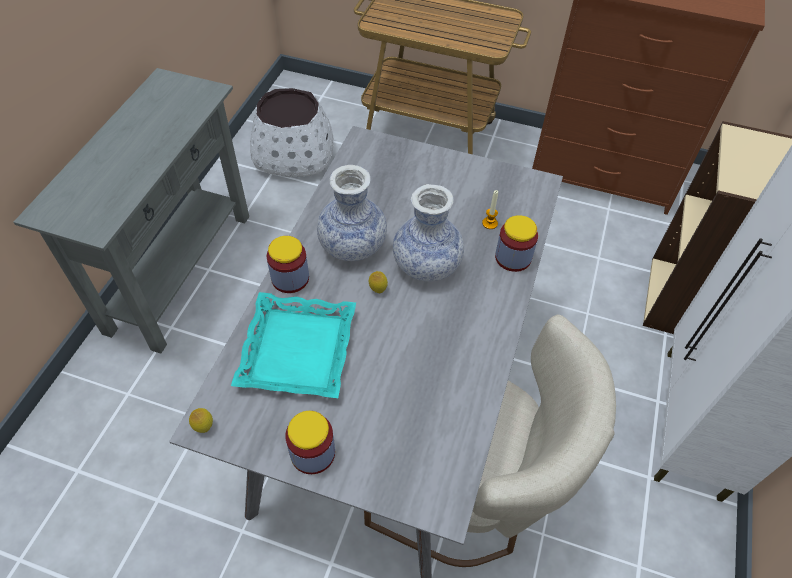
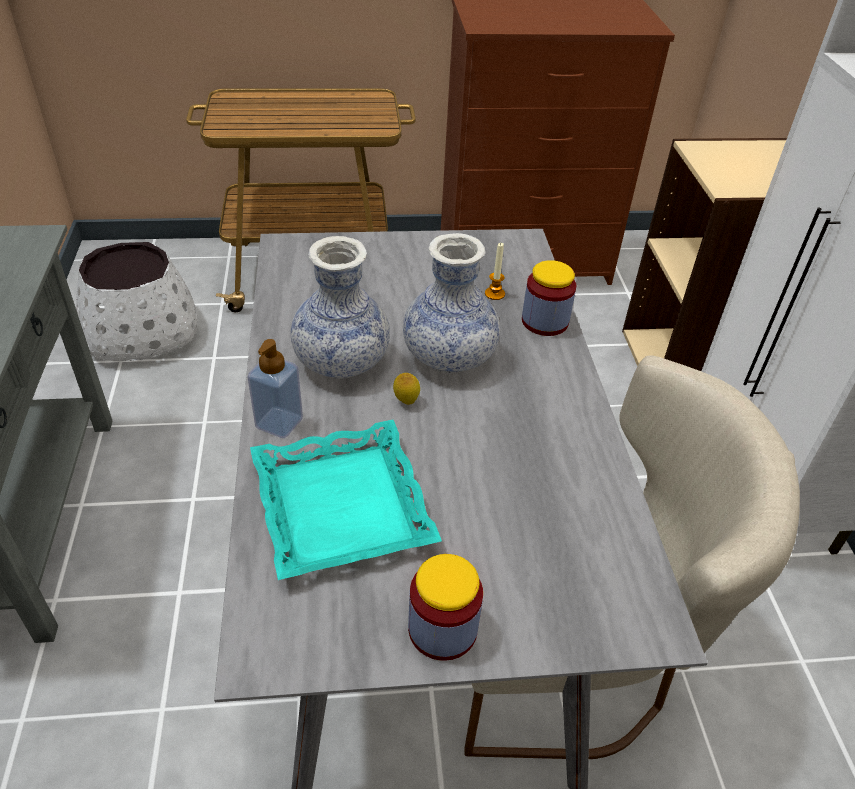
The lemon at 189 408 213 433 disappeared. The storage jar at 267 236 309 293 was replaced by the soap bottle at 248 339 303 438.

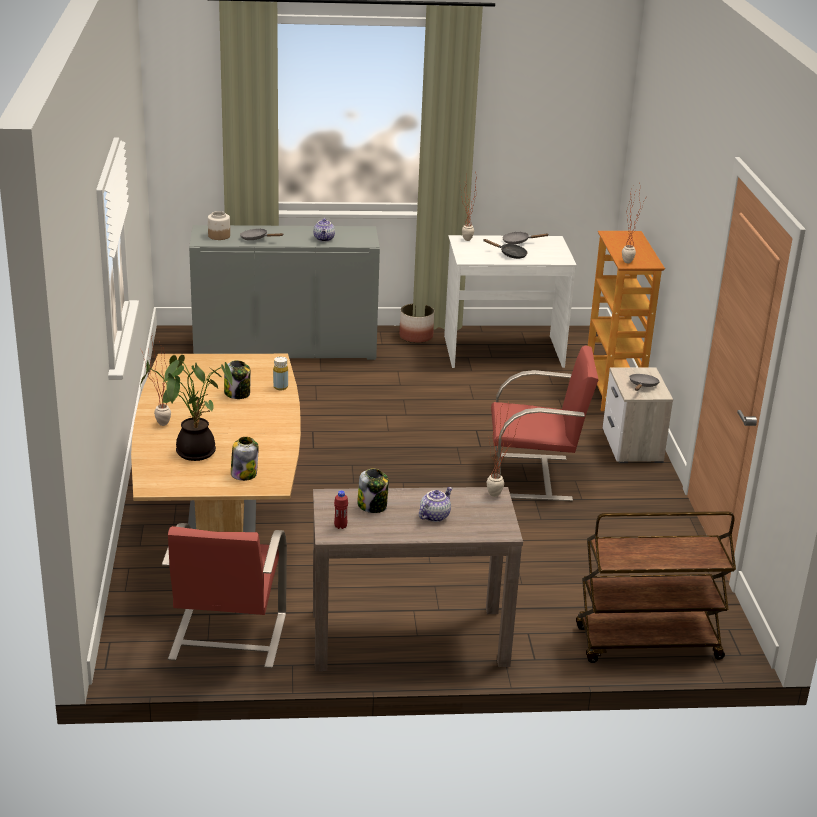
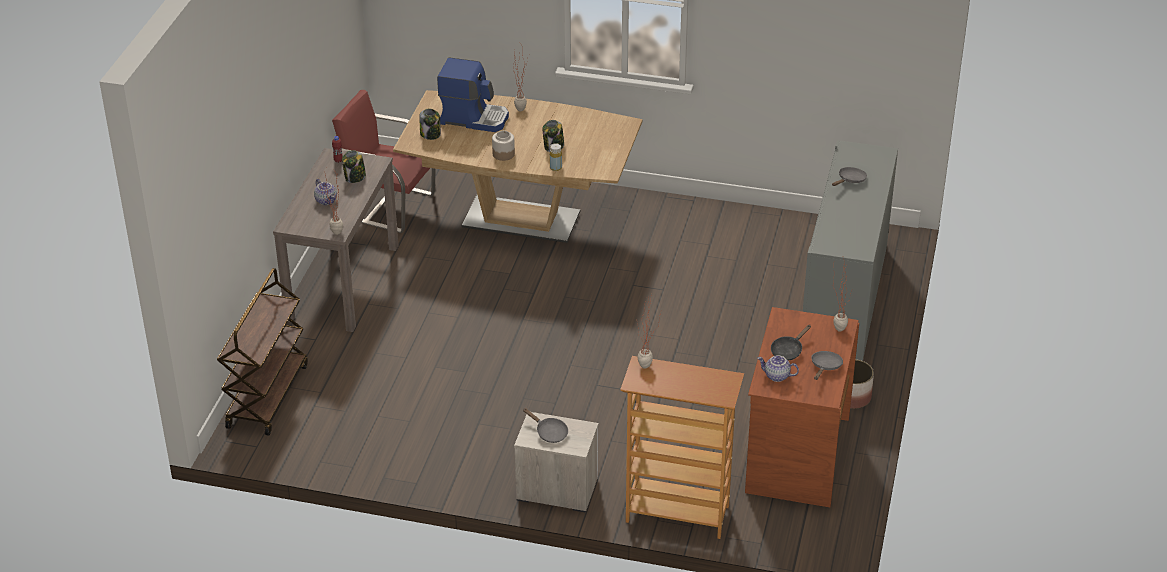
The plant in a pot at 140 355 233 461 was replaced by the coffee brewer at 437 57 509 132. The storage jar moved from 208 211 230 240 to 492 131 515 161. The teapot moved from 313 218 335 242 to 758 355 799 382. The desk table in white at 444 235 577 368 became the desk table in brown-coloured at 745 307 859 507. The plain chair in reddish at 491 345 599 501 disappeared.

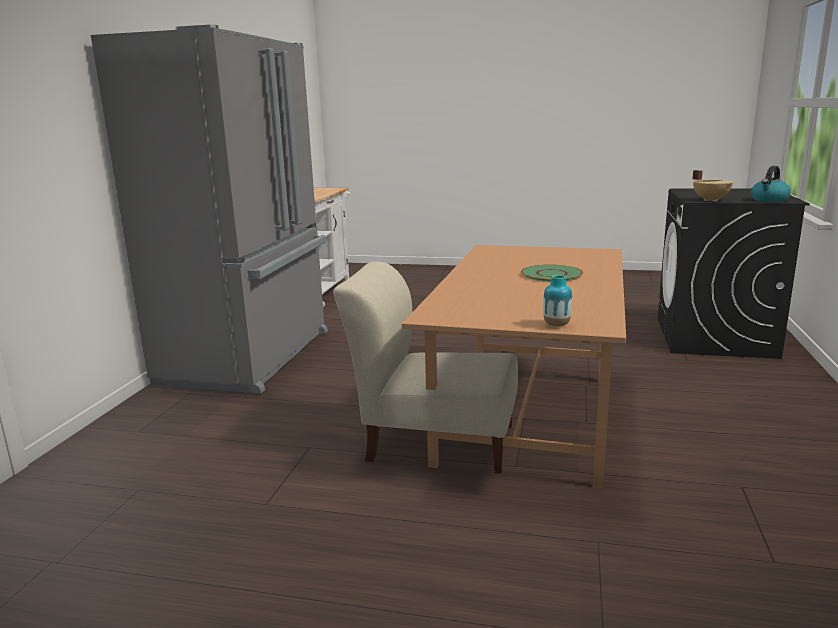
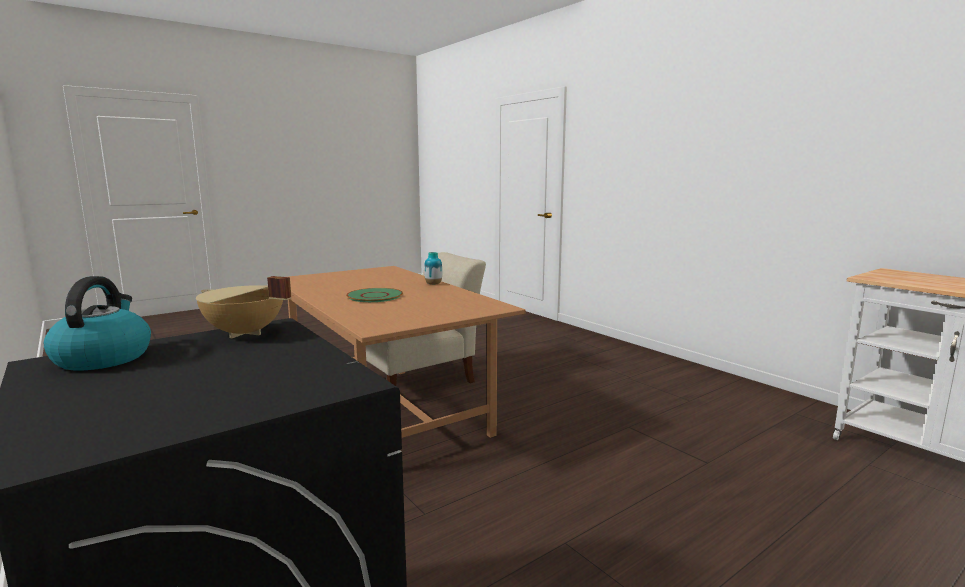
The kitchen fridge in grey at 91 25 328 393 disappeared. The flower vase moved from 543 275 572 327 to 424 252 442 285.

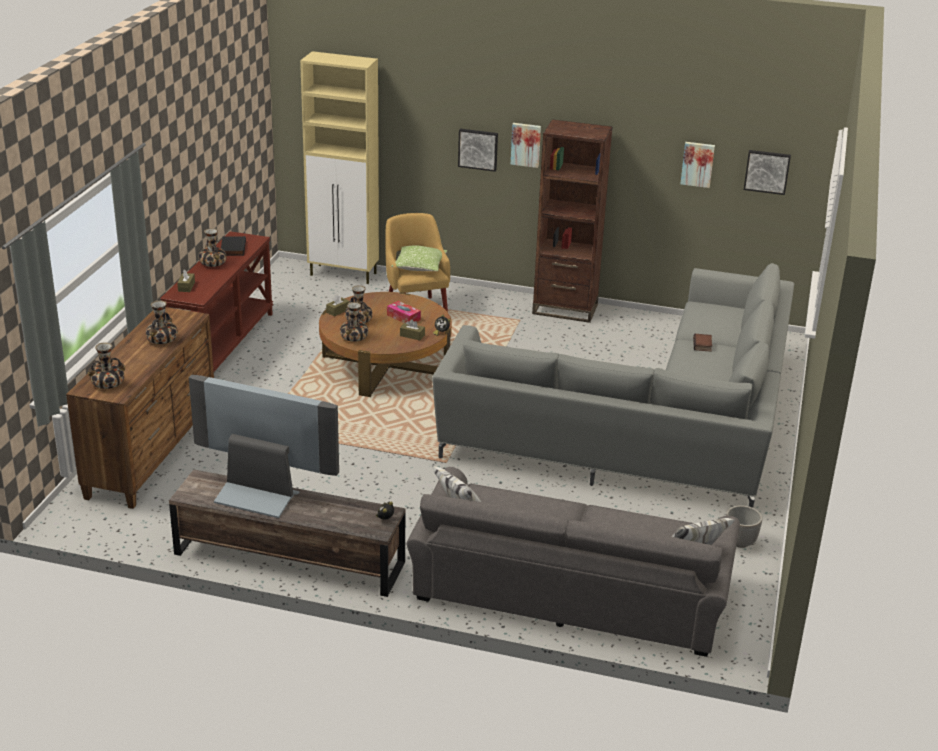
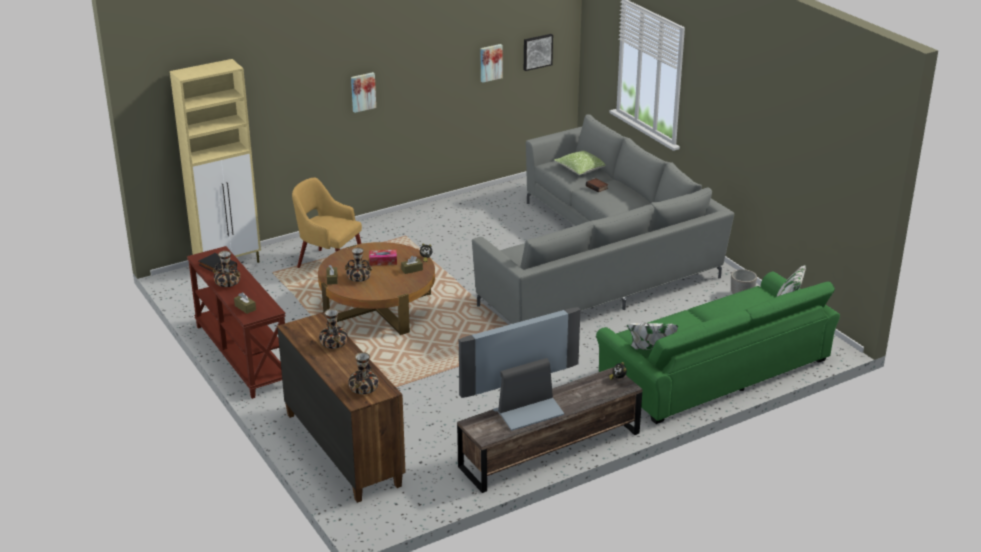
The flower vase at 340 302 368 342 disappeared. The cushion moved from 391 245 447 271 to 554 150 605 175. The couch in grey at 406 466 740 657 became the couch in green at 596 265 840 424. The wall picture at 458 129 498 172 disappeared. The bookcase in brown-coloured at 532 119 613 323 disappeared.

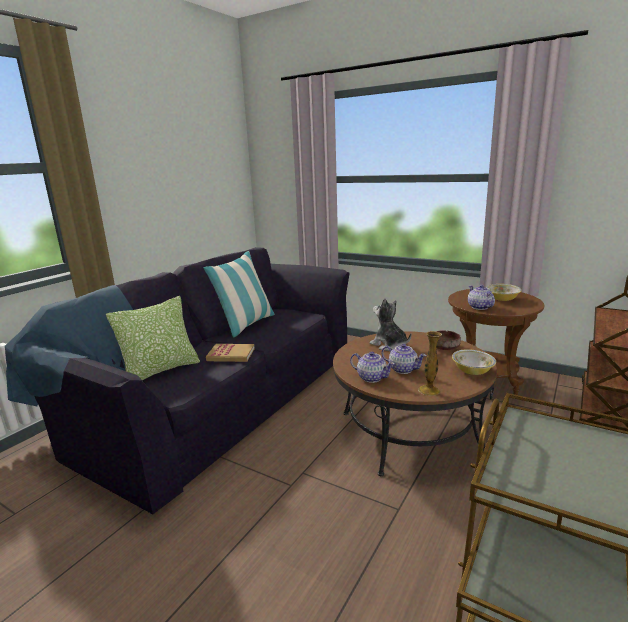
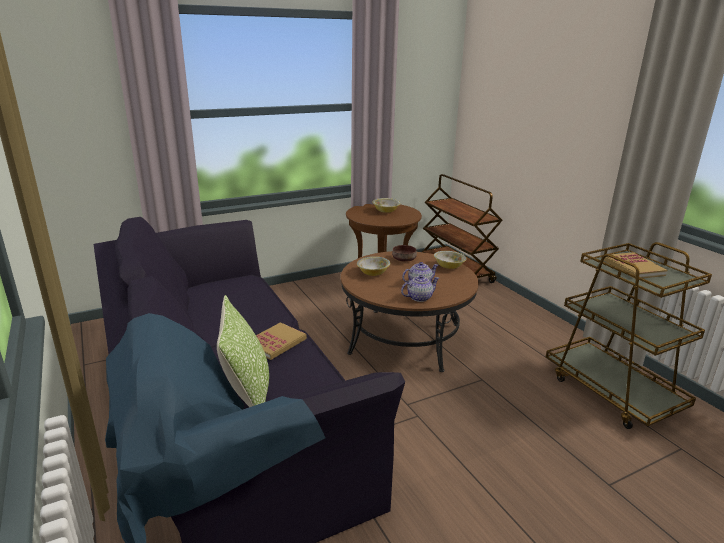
The cushion at 203 251 275 338 disappeared. The plush toy at 370 298 411 351 was replaced by the serving bowl at 357 256 390 276. The flower vase at 418 331 442 396 disappeared. The teapot at 468 285 495 310 disappeared. The bound book at 604 252 667 279 appeared.

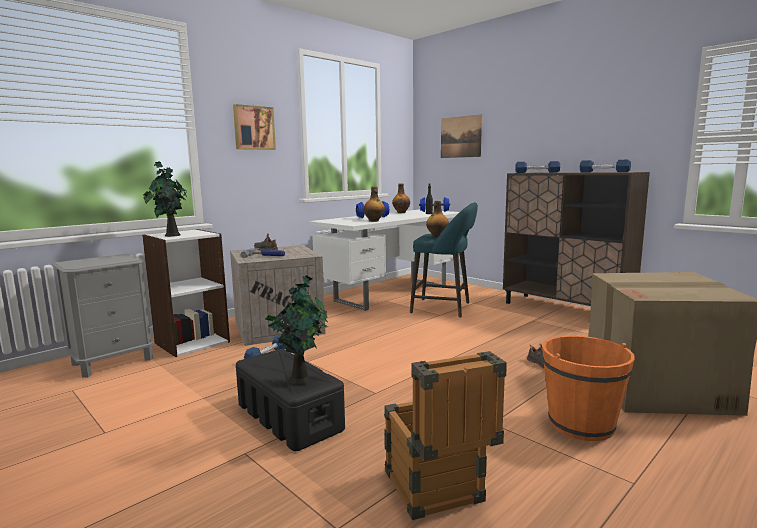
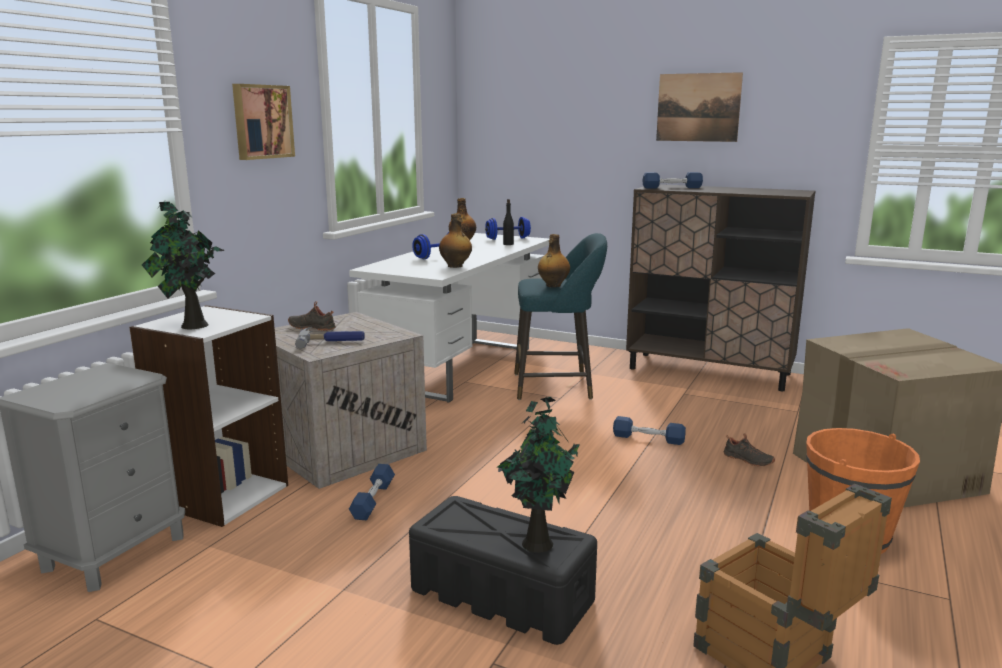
The wall picture moved from 441 114 483 158 to 656 72 743 142. The free weight in blue moved from 580 160 631 173 to 613 416 686 445.

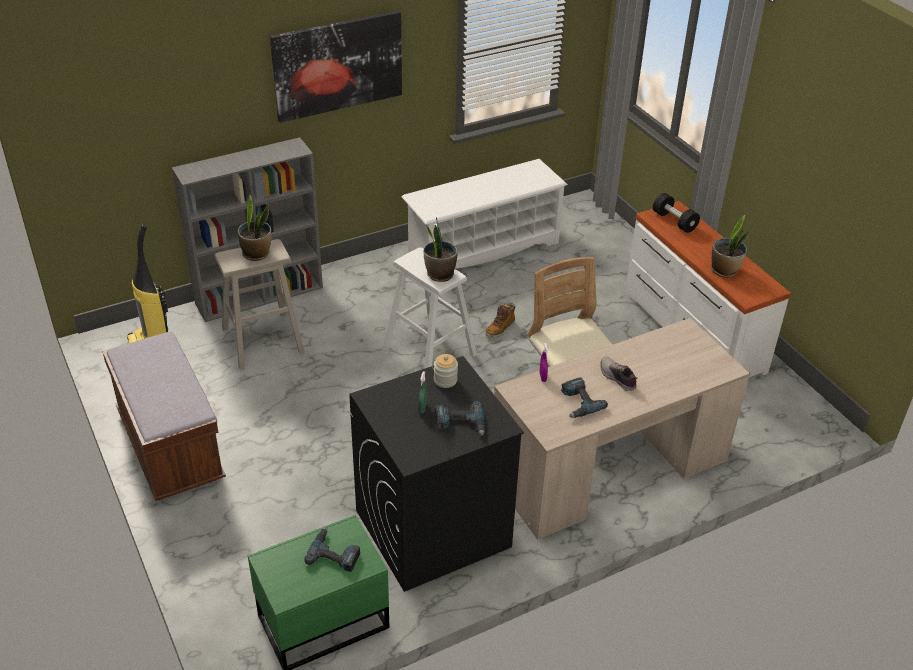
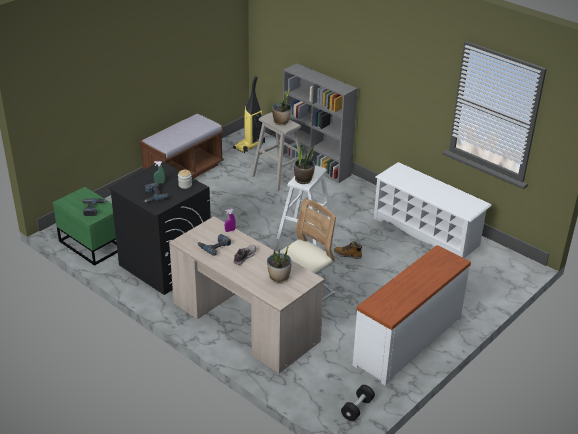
The wall picture at 270 11 402 123 disappeared. The free weight in blackish moved from 653 193 700 233 to 341 385 375 421. The plant in a pot moved from 711 215 750 277 to 267 245 292 283.

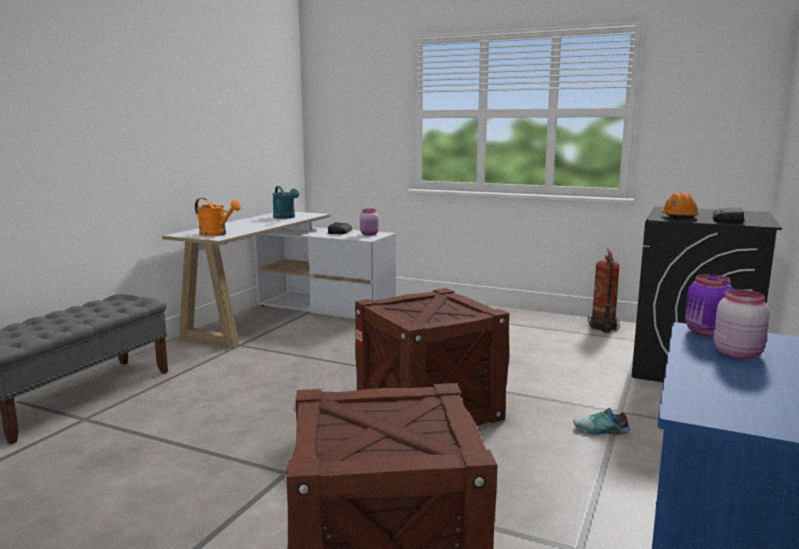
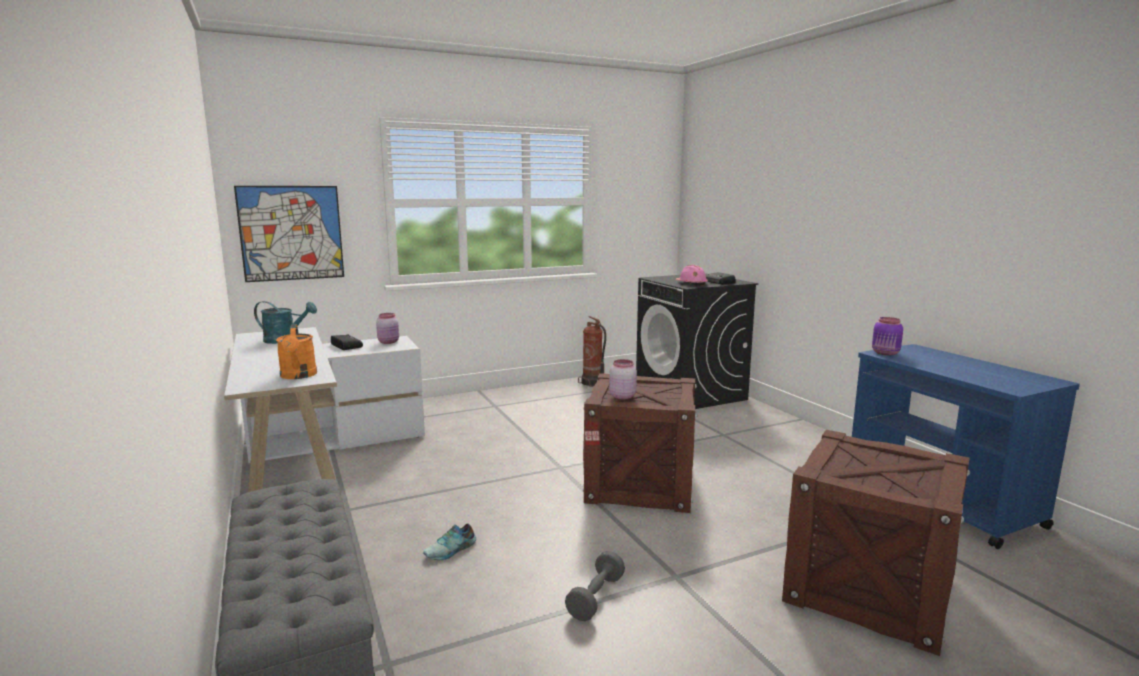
The sprinkling can in orangey at 195 198 241 236 turned 90 degrees clockwise. The low shoe moved from 573 408 630 435 to 423 523 476 560. The hard hat in orangey at 662 192 699 220 became the hard hat in pink-coloured at 676 265 708 286. The storage jar in pink-coloured moved from 713 290 770 359 to 609 359 637 399. The wall picture at 234 186 344 282 appeared. The free weight in grey at 565 551 625 621 appeared.

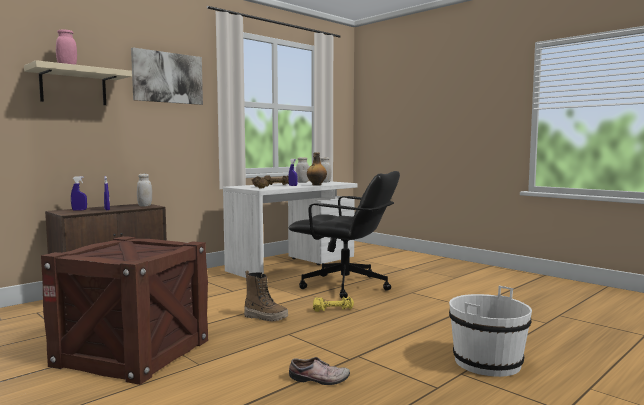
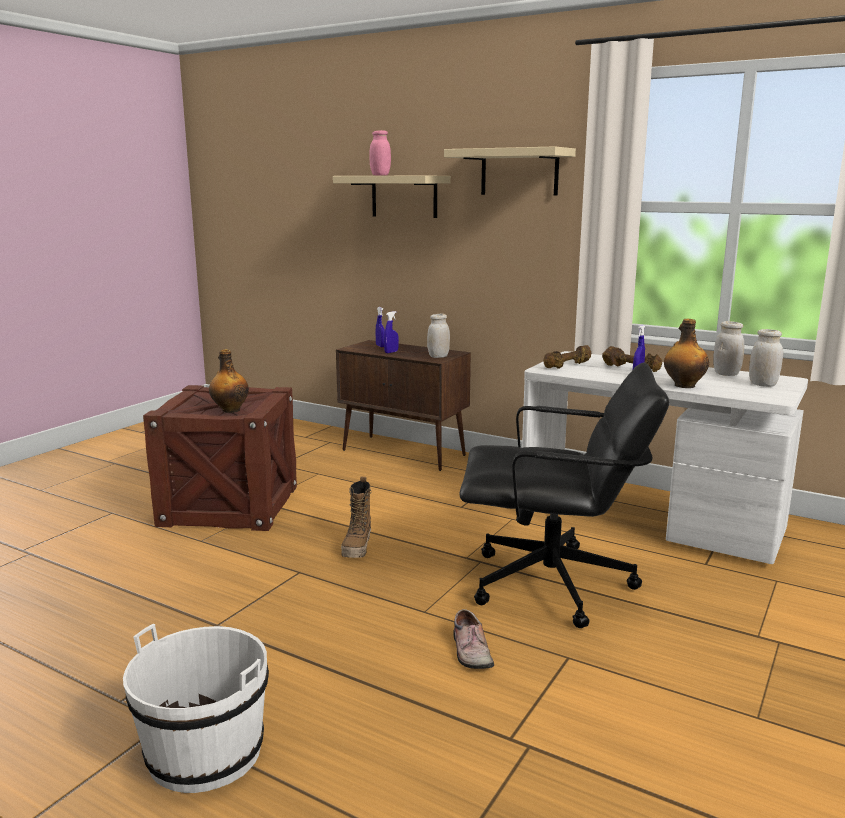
The wall picture at 131 47 203 105 was replaced by the wall shelf in beige at 444 146 576 196. The office chair in blackish at 289 171 400 298 turned 90 degrees counterclockwise. The low shoe moved from 289 357 350 385 to 453 609 494 669. The free weight in yellowish at 313 296 354 312 disappeared. The beverage bottle at 209 349 249 413 appeared.

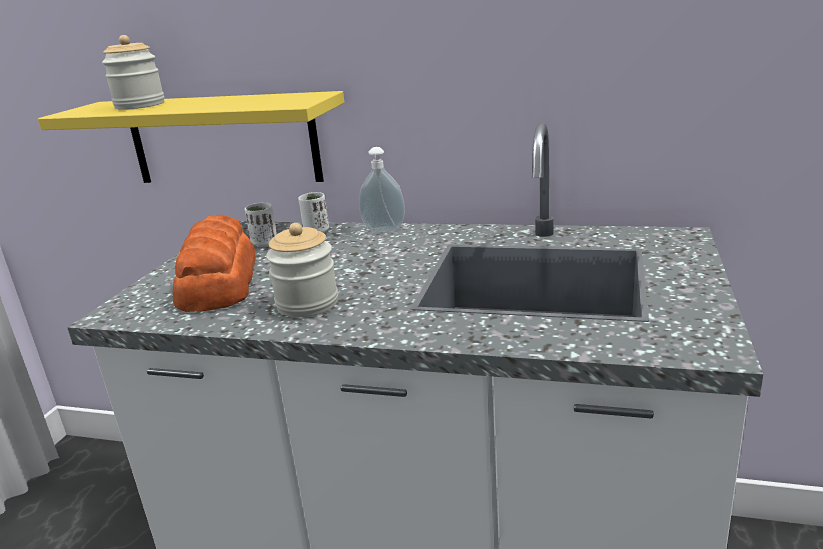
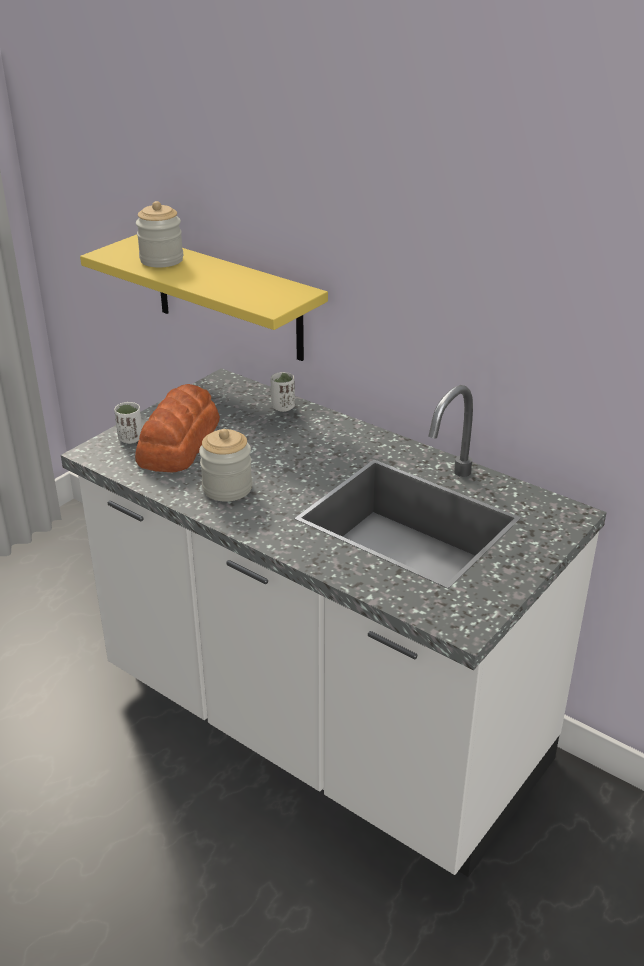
The small cup in white moved from 245 203 277 247 to 114 402 142 444. The soap bottle at 359 147 405 232 disappeared.

